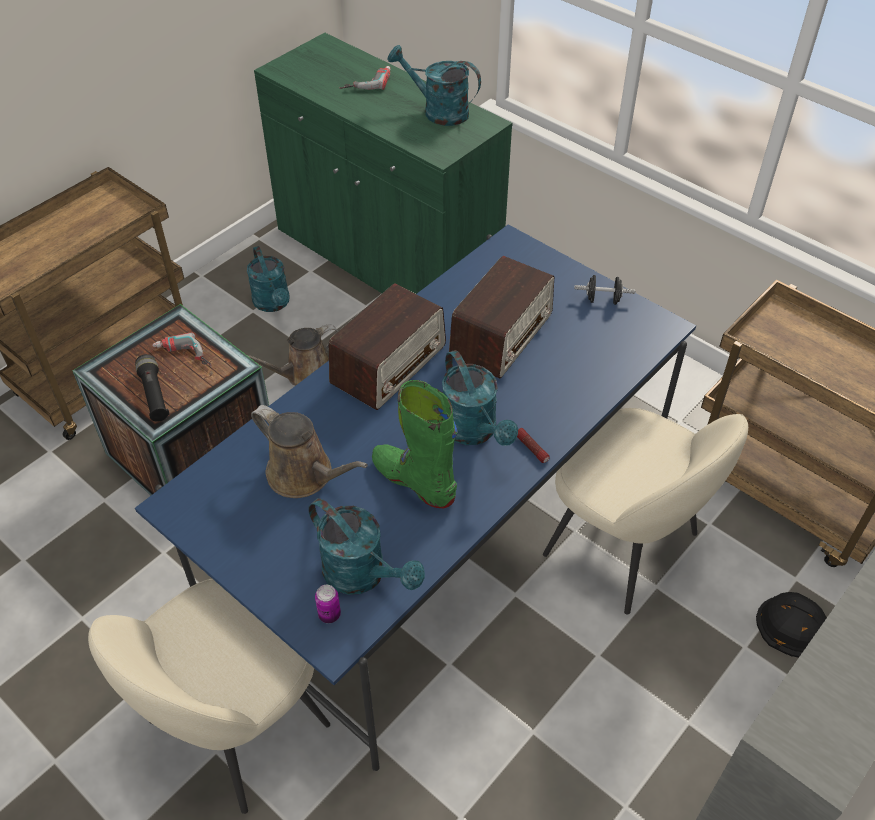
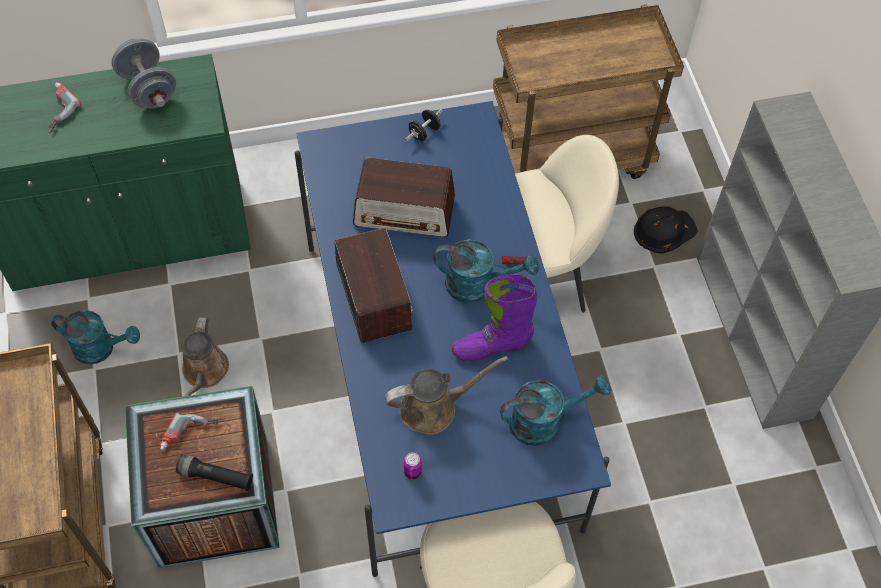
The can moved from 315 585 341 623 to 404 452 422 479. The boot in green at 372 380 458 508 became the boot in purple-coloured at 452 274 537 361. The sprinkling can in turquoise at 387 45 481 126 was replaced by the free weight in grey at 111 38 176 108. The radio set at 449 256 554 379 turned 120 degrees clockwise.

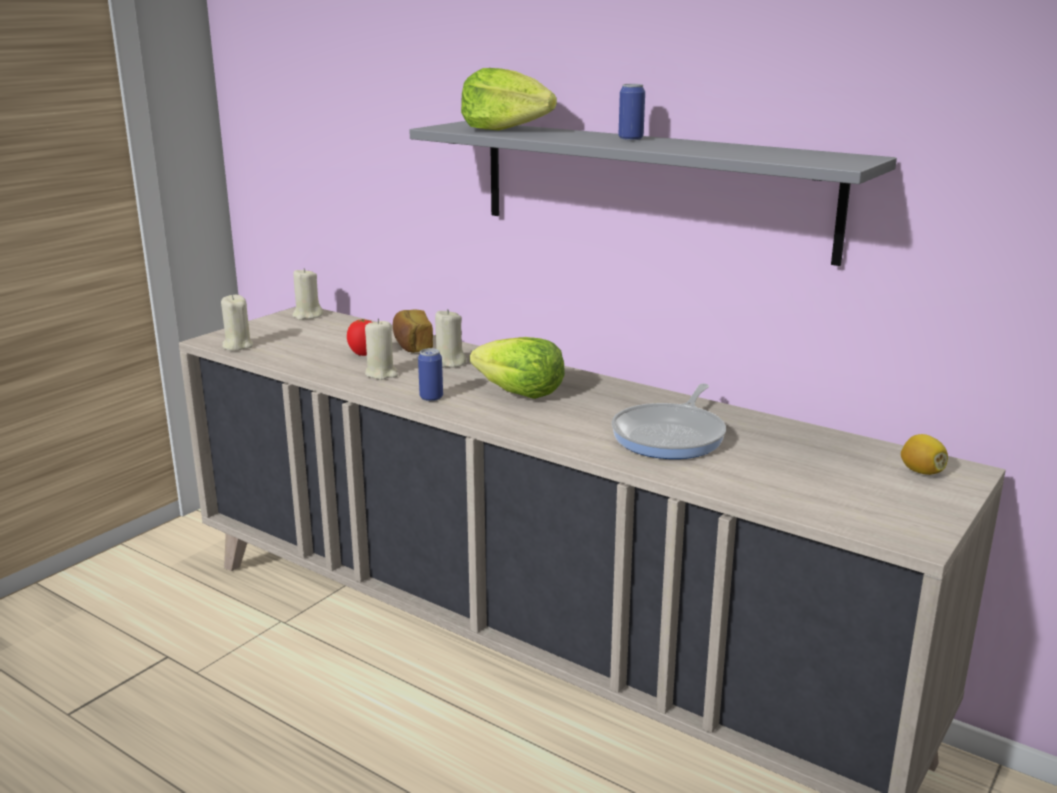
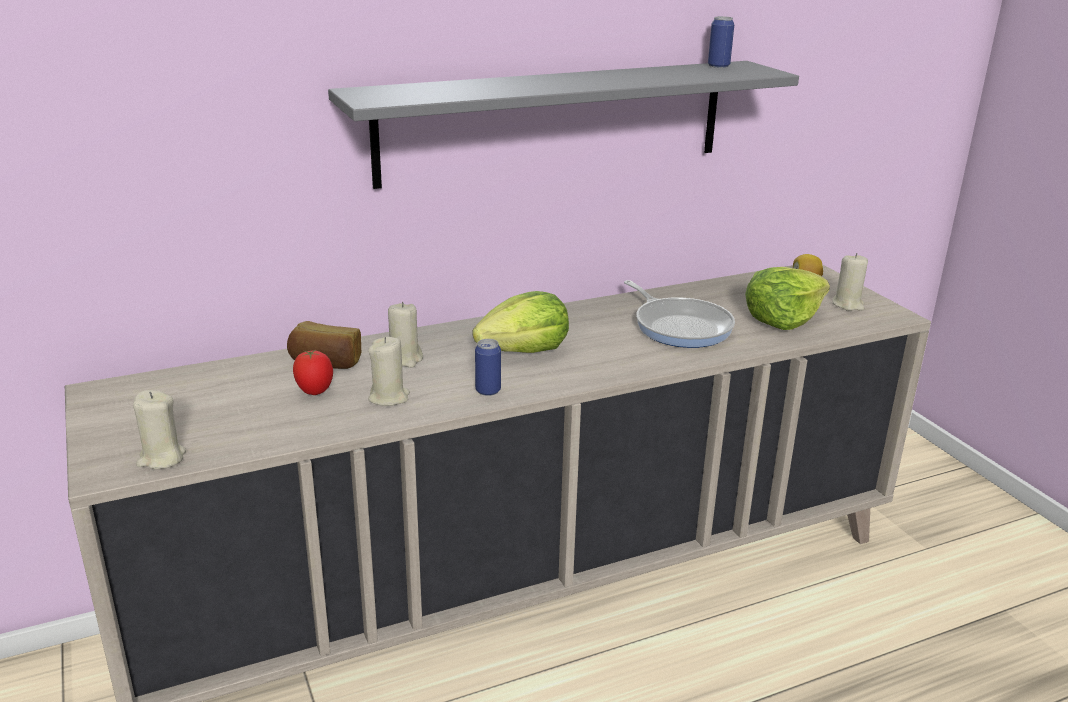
The wax candle in beige moved from 292 268 323 320 to 832 253 868 311. The head of lettuce moved from 461 68 557 131 to 745 267 830 330. The can moved from 619 84 645 140 to 708 16 734 68.

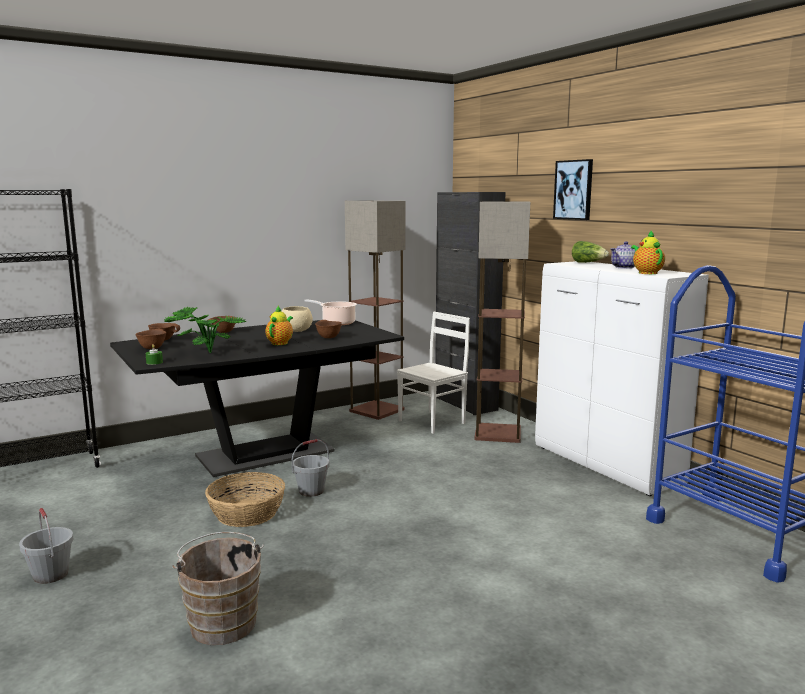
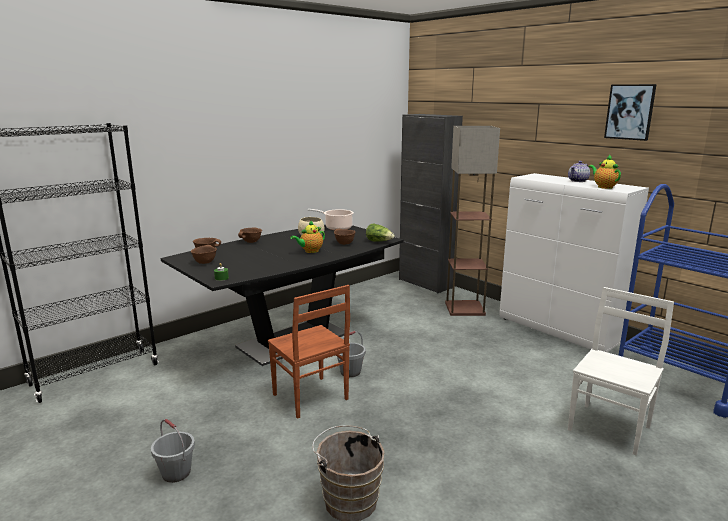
The plant in a pot at 164 307 246 353 disappeared. The basket at 205 472 285 527 was replaced by the plain chair in brown-coloured at 268 285 350 419. The teapot at 266 306 293 345 turned 135 degrees counterclockwise. The floor lamp at 345 201 406 420 disappeared. The plain chair in white moved from 397 311 470 434 to 568 287 674 456. The wall picture moved from 553 159 593 220 to 604 84 657 141. The head of lettuce moved from 572 241 609 263 to 366 223 395 242.

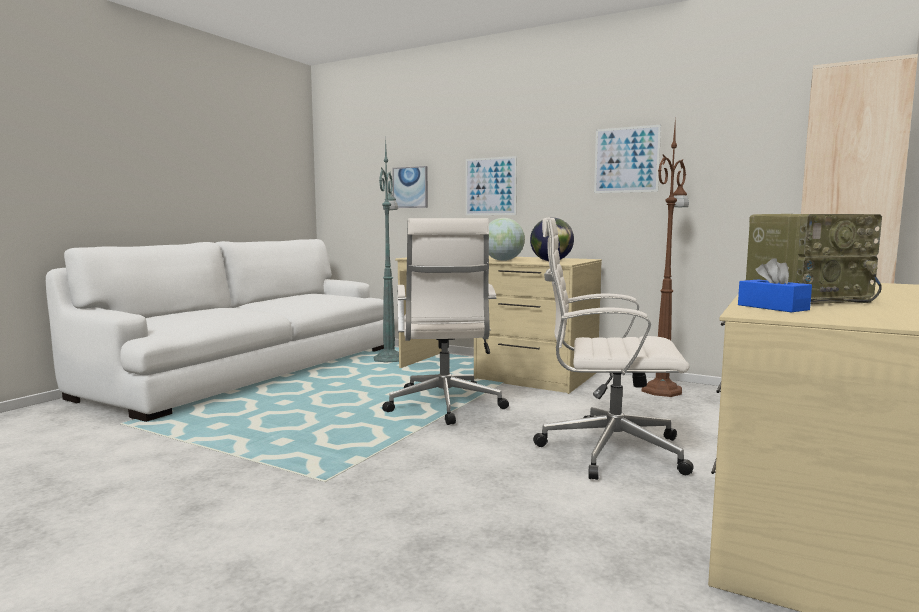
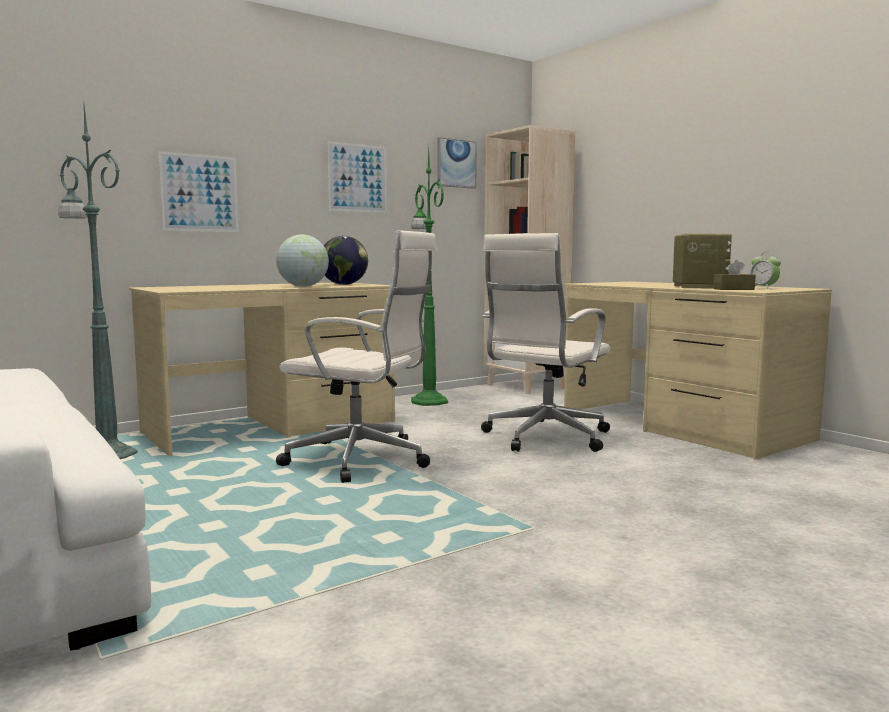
The wall picture moved from 392 166 428 208 to 437 137 477 189. The floor lamp in brown-coloured at 642 116 689 397 became the floor lamp in green at 411 147 448 406. The tissue box in blue at 738 258 812 312 became the tissue box in brown-coloured at 713 260 756 290. The bedside clock at 750 252 781 289 appeared.

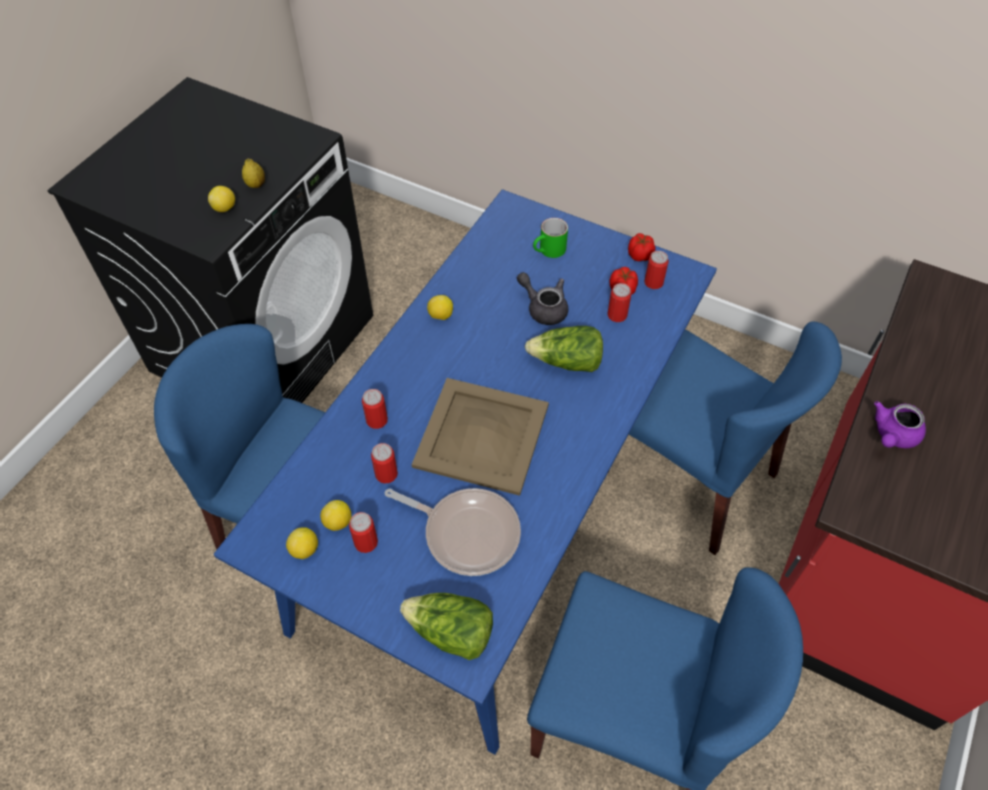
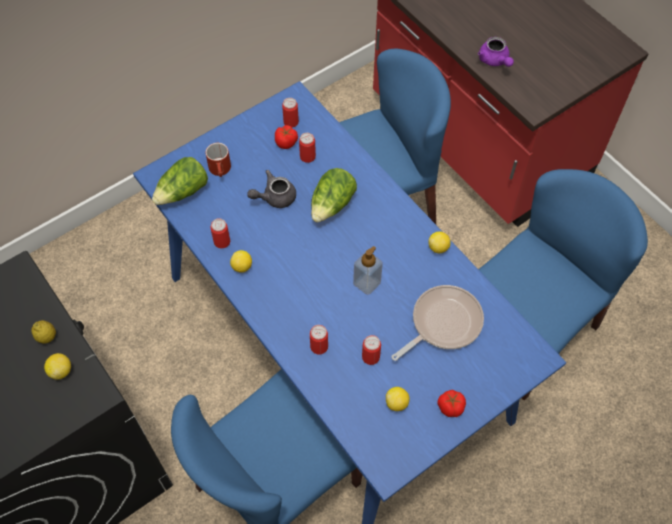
The lemon moved from 286 527 318 559 to 428 232 451 253. The can moved from 349 512 378 553 to 210 218 230 249. The head of lettuce moved from 400 593 493 660 to 152 157 208 205. The carrying tray in beige at 412 378 549 496 was replaced by the soap bottle at 353 246 383 295. The coffee mug in green at 533 218 568 258 became the coffee mug in reddish at 205 143 231 177. The tomato moved from 628 233 655 261 to 437 390 466 417.

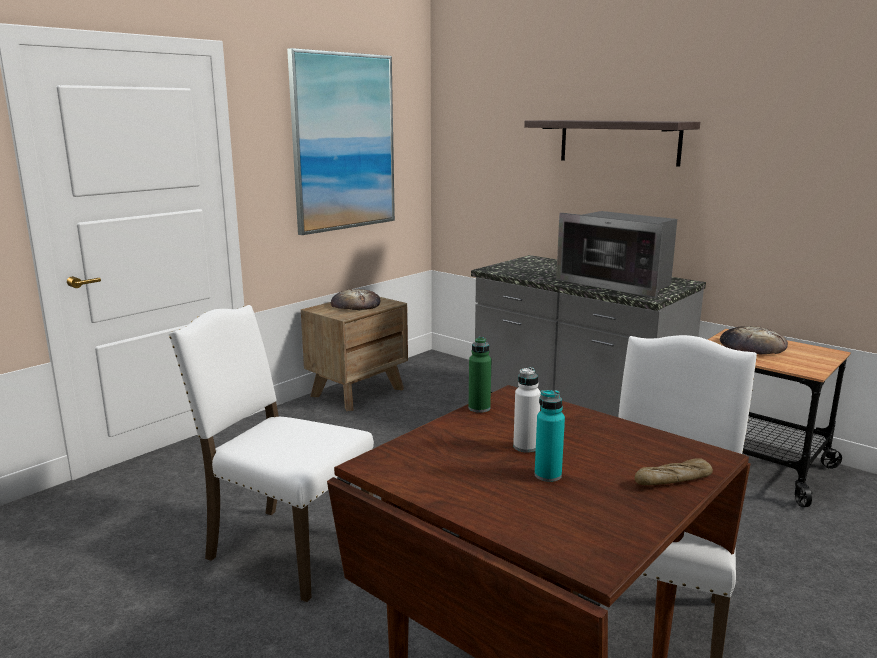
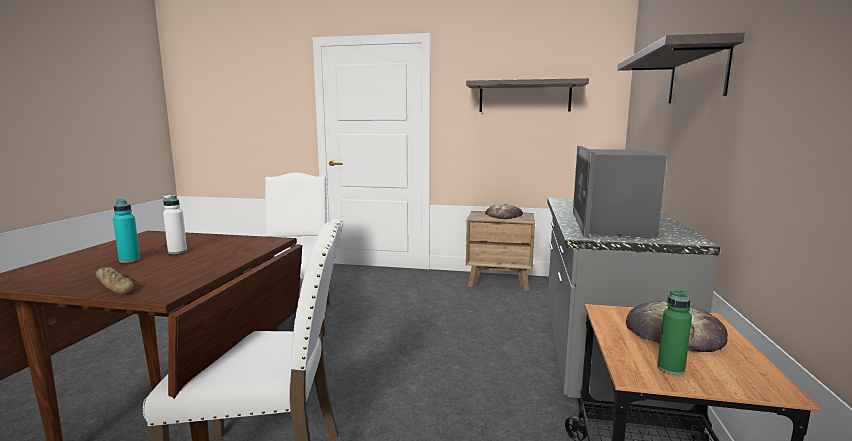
The wall picture at 287 48 395 235 was replaced by the wall shelf at 466 78 589 112. The beverage bottle in green moved from 468 337 491 413 to 657 290 692 375.

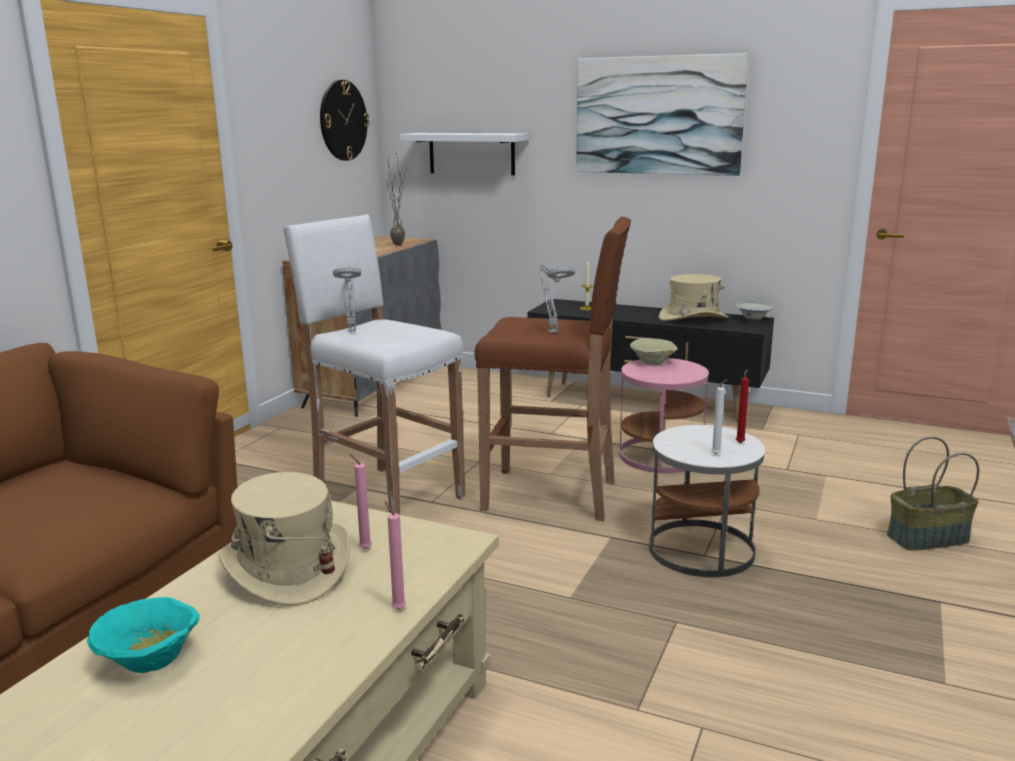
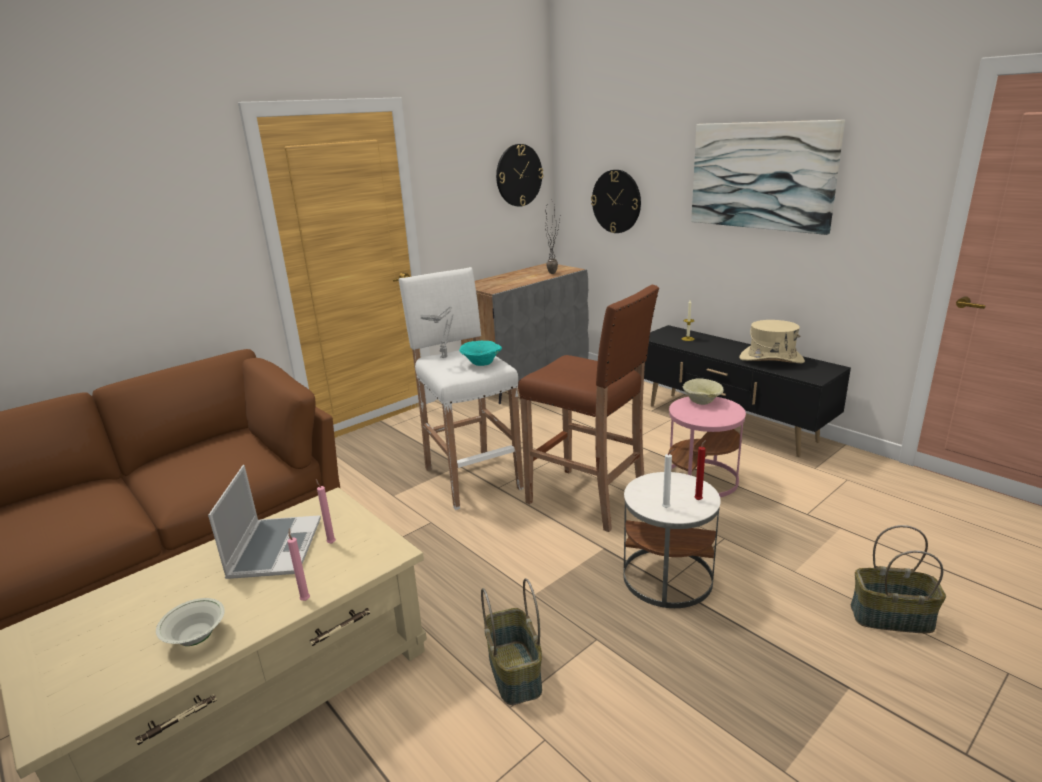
The serving bowl in turquoise moved from 87 597 200 673 to 459 341 502 366. The hat in beige at 219 472 350 606 was replaced by the laptop at 208 465 321 579. The wall shelf in white at 399 133 529 175 was replaced by the clock on the wall at 591 170 641 233. The table lamp in grey at 539 264 575 333 disappeared. The serving bowl in white moved from 736 302 774 321 to 156 598 225 646. The basket at 481 578 542 705 appeared.

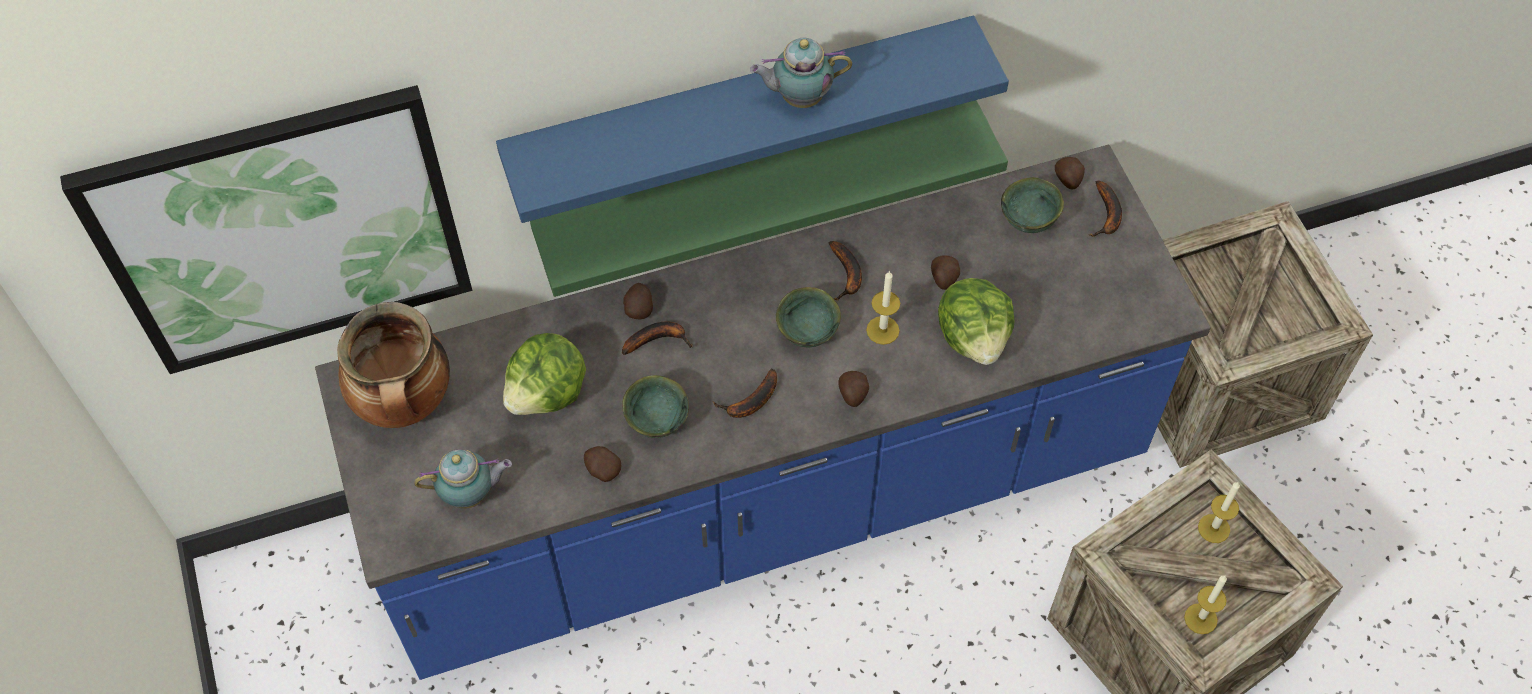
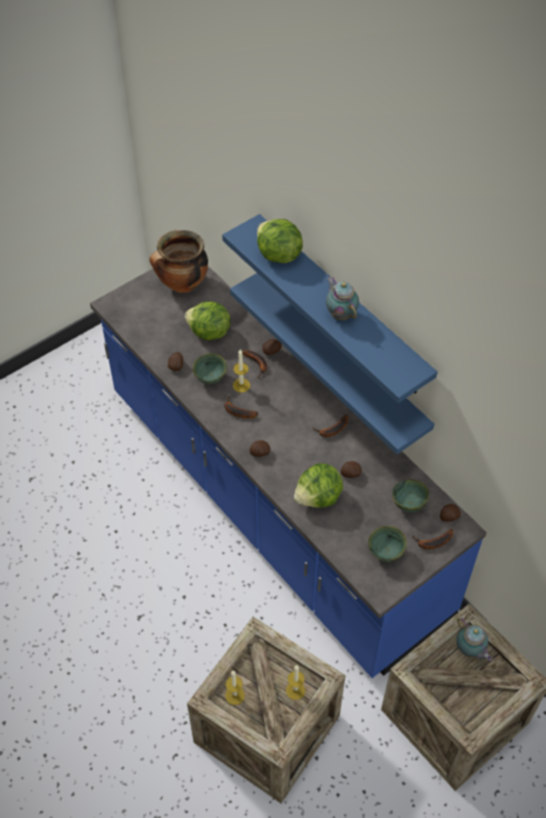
The wall picture at 60 85 472 374 disappeared. The teapot moved from 414 449 512 509 to 456 618 492 661. The wall shelf in green at 530 100 1008 297 became the wall shelf in blue at 230 273 434 454. The serving bowl in green moved from 776 287 841 347 to 368 526 407 562. The wax candle moved from 866 271 900 345 to 233 349 250 393. The head of lettuce at 257 219 303 263 appeared.

